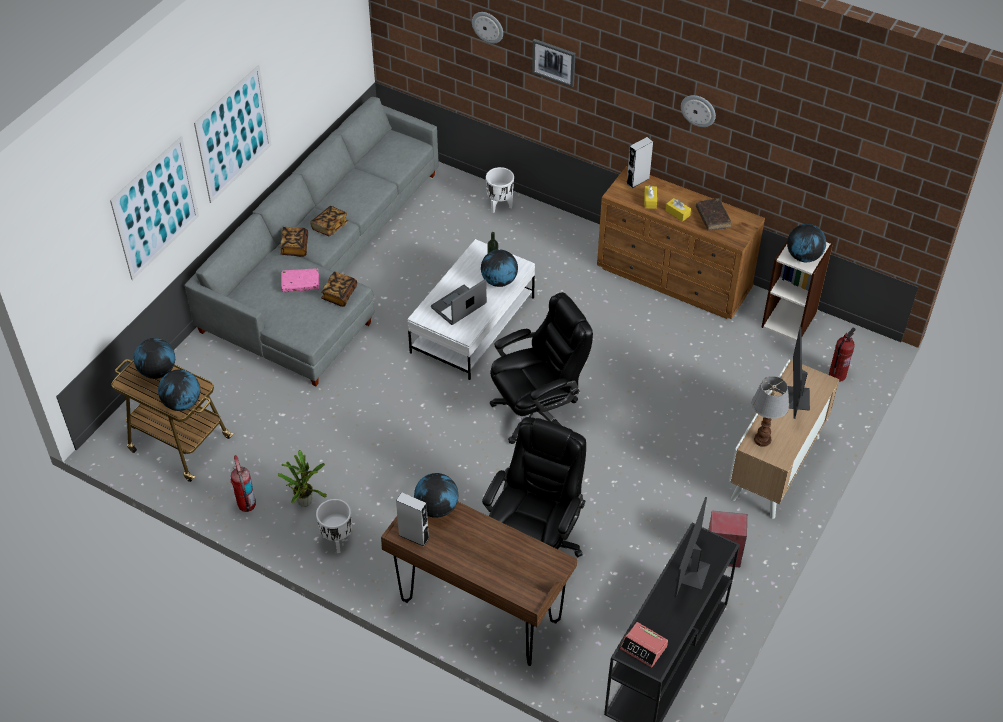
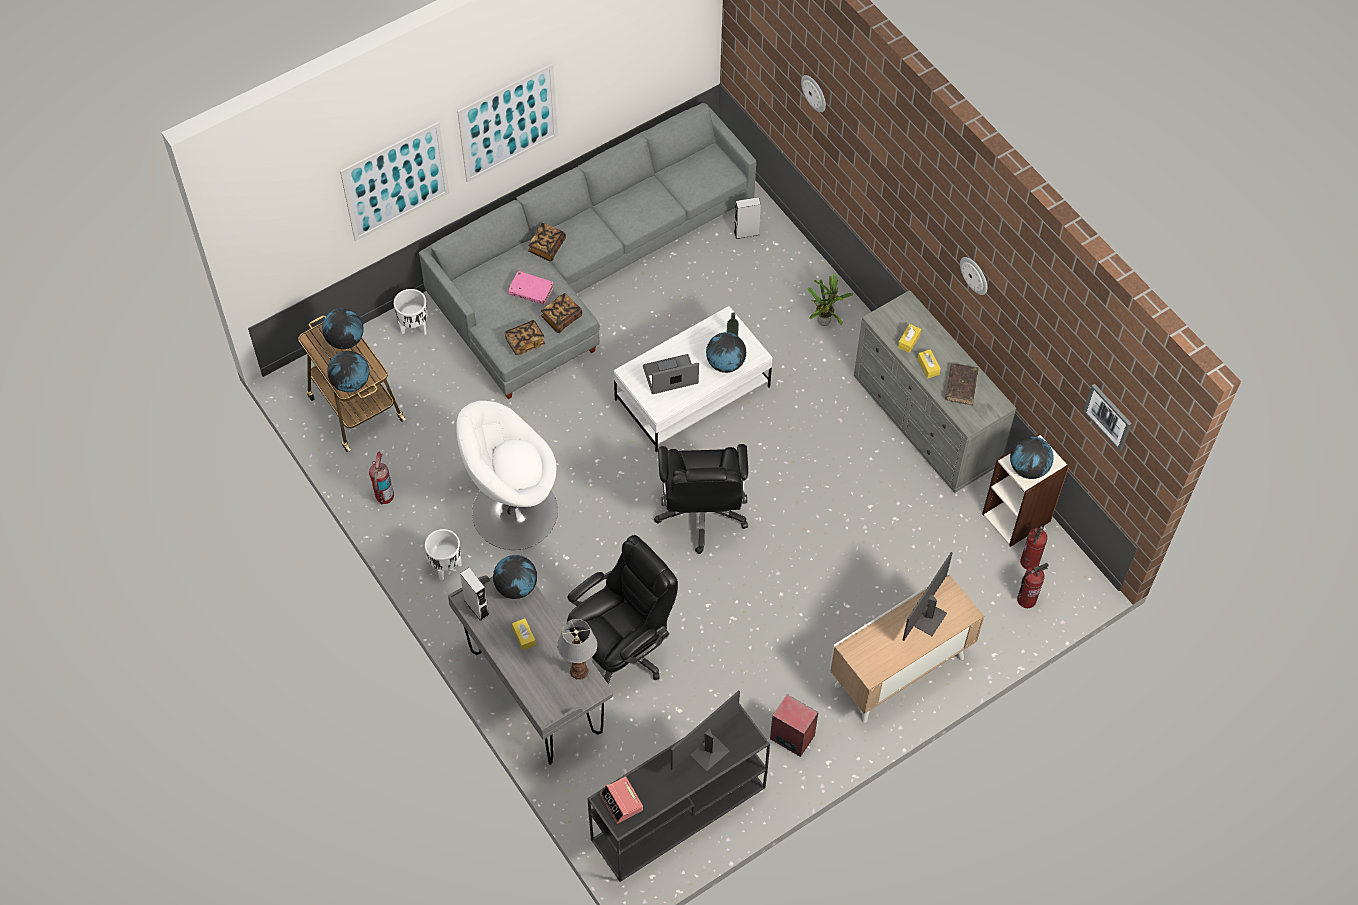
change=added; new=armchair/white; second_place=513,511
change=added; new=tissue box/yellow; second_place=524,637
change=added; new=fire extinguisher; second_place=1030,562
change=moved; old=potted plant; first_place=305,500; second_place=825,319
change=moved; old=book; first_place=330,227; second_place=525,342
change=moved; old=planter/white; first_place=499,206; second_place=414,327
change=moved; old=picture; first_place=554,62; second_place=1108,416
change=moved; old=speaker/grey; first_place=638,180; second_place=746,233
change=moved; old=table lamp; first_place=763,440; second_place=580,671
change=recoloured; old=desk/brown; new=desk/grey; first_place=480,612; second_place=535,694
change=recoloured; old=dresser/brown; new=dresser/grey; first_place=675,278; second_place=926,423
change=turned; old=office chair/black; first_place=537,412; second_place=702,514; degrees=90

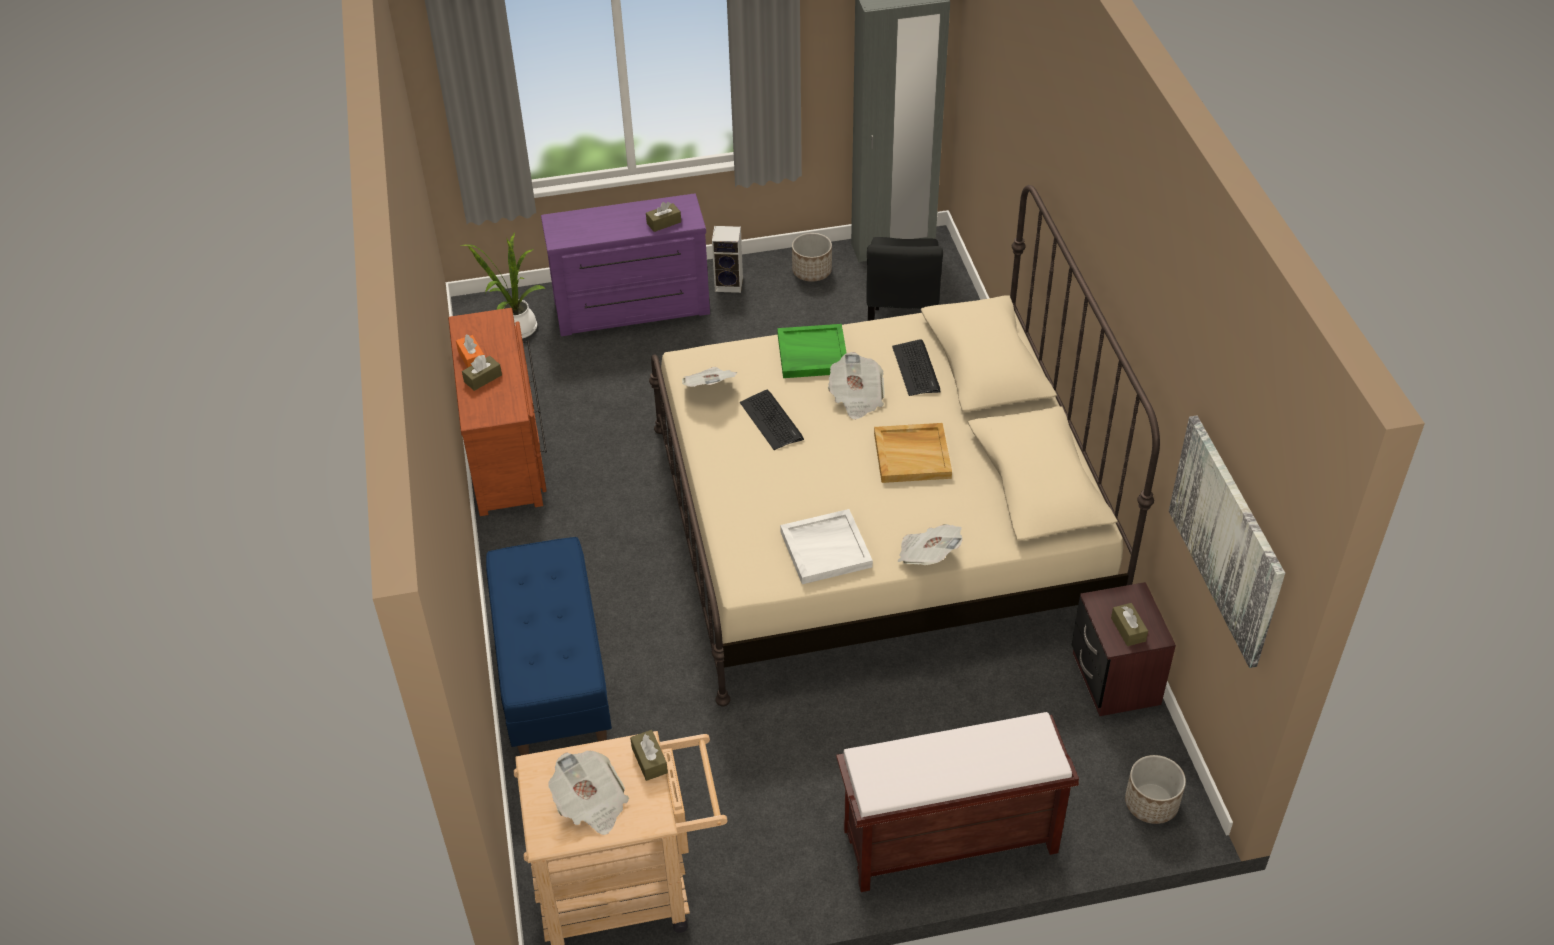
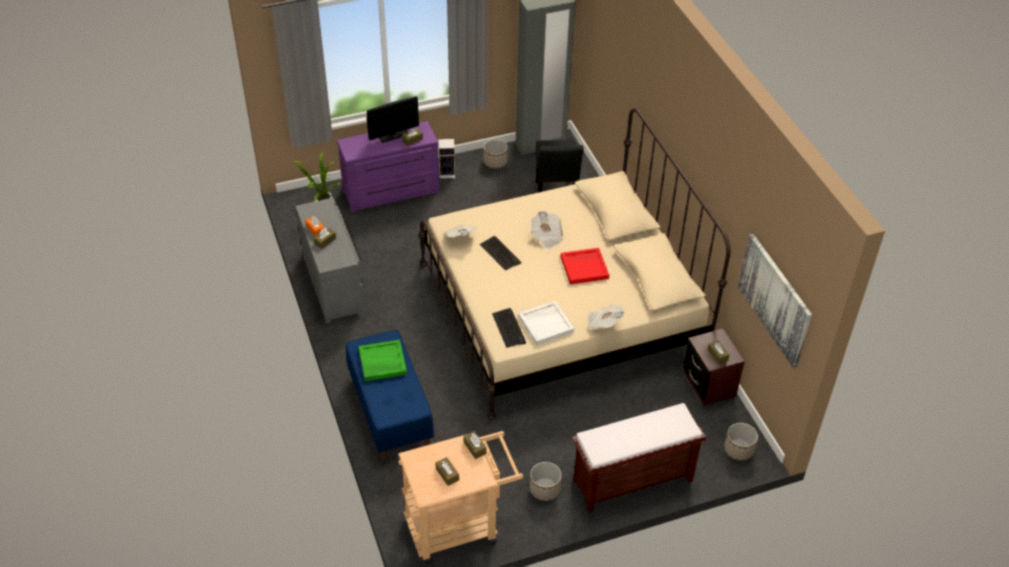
change=added; new=monitor; second_place=393,135
change=added; new=planter; second_place=545,489
change=moved; old=tray/green; first_place=812,354; second_place=382,362
change=moved; old=keyboard; first_place=916,369; second_place=509,328
change=replaced; old=newspaper; new=tissue box/brown; first_place=591,804; second_place=447,474
change=recoloured; old=dresser/brown; new=dresser/grey; first_place=508,452; second_place=334,284
change=recoloured; old=tray/beige; new=tray/red; first_place=912,455; second_place=584,267

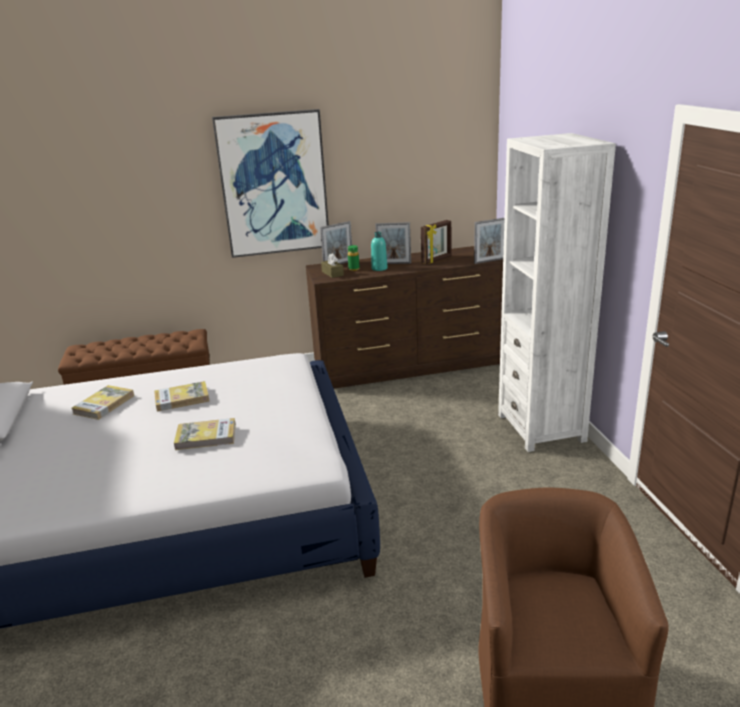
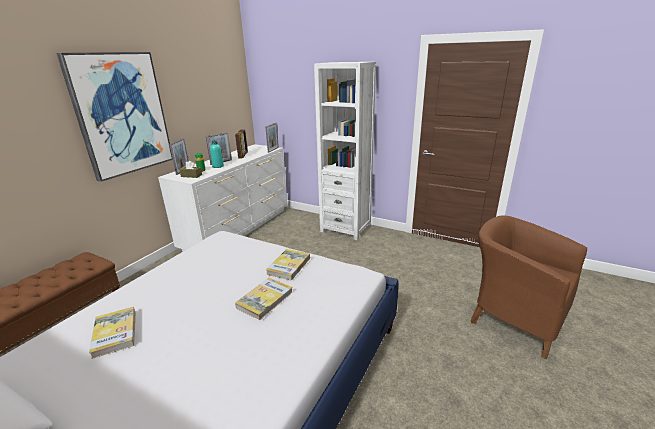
change=moved; old=book; first_place=182,399; second_place=289,266
change=recoloured; old=dresser/brown; new=dresser/white; first_place=411,366; second_place=239,228

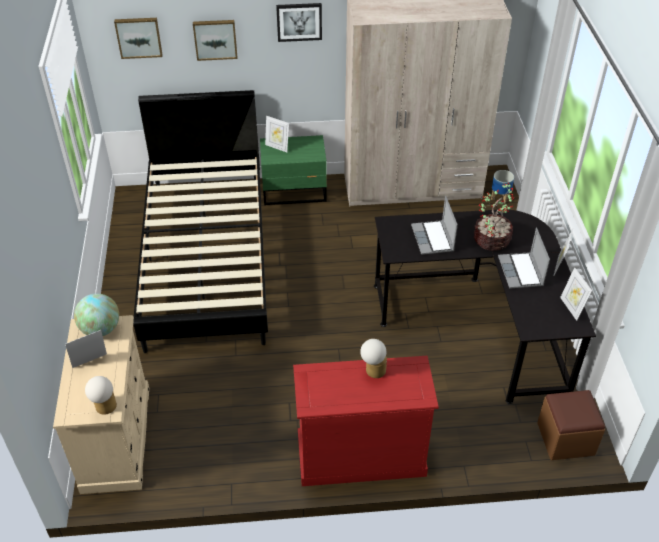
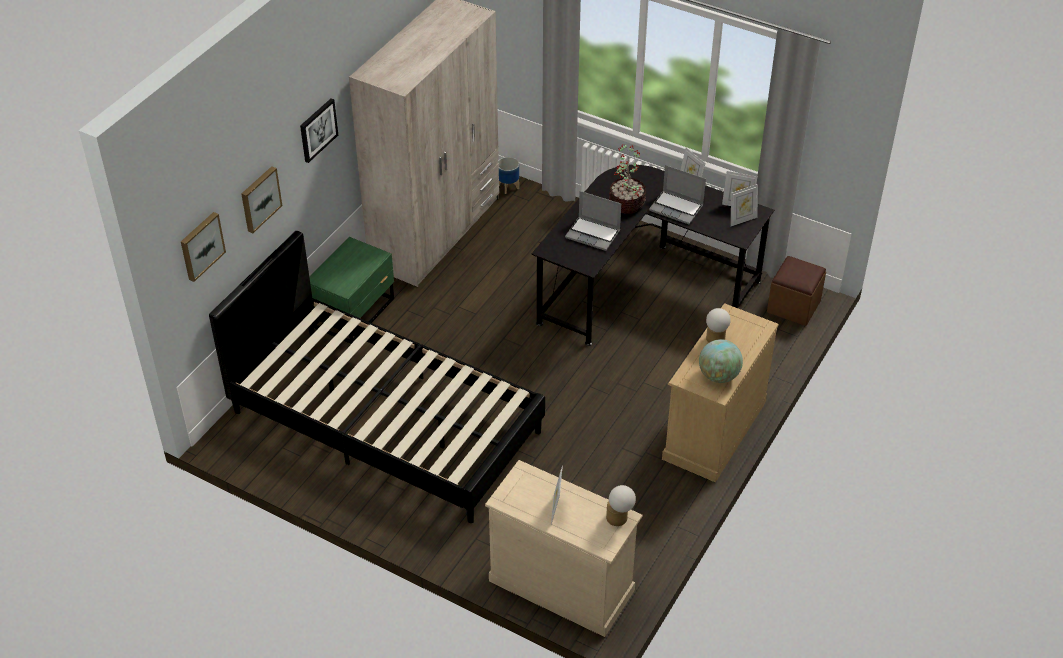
change=moved; old=globe; first_place=100,329; second_place=718,376
change=moved; old=picture frame; first_place=277,147; second_place=742,220
change=recoloured; old=dresser/red; new=dresser/beige; first_place=360,455; second_place=714,430

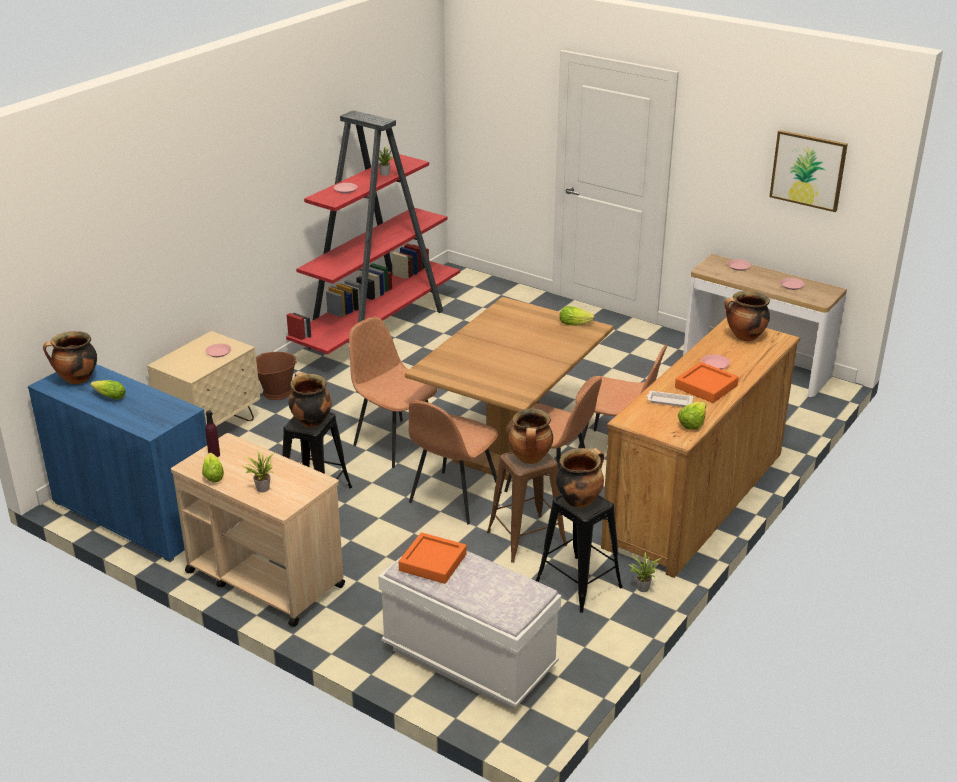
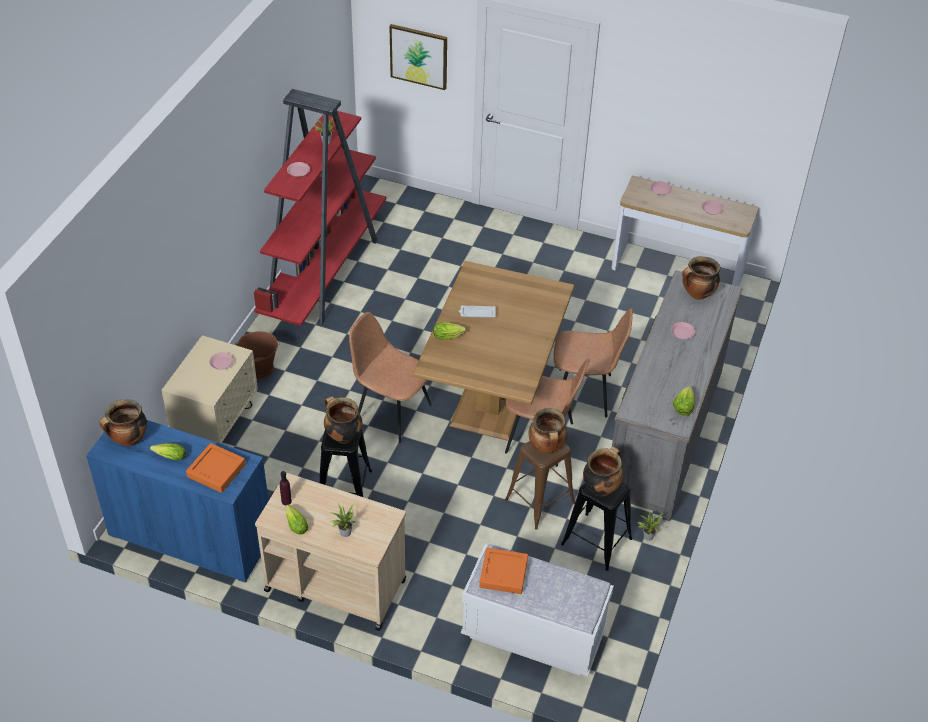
change=removed; old=chair/brown; first_place=453,499
change=moved; old=lettuce; first_place=576,323; second_place=449,336
change=moved; old=tray/white; first_place=669,401; second_place=477,313
change=moved; old=tray/orange; first_place=706,386; second_place=216,471
change=moved; old=picture; first_place=808,170; second_place=419,56
change=recoloured; old=dresser/brown; new=dresser/grey; first_place=695,499; second_place=665,433

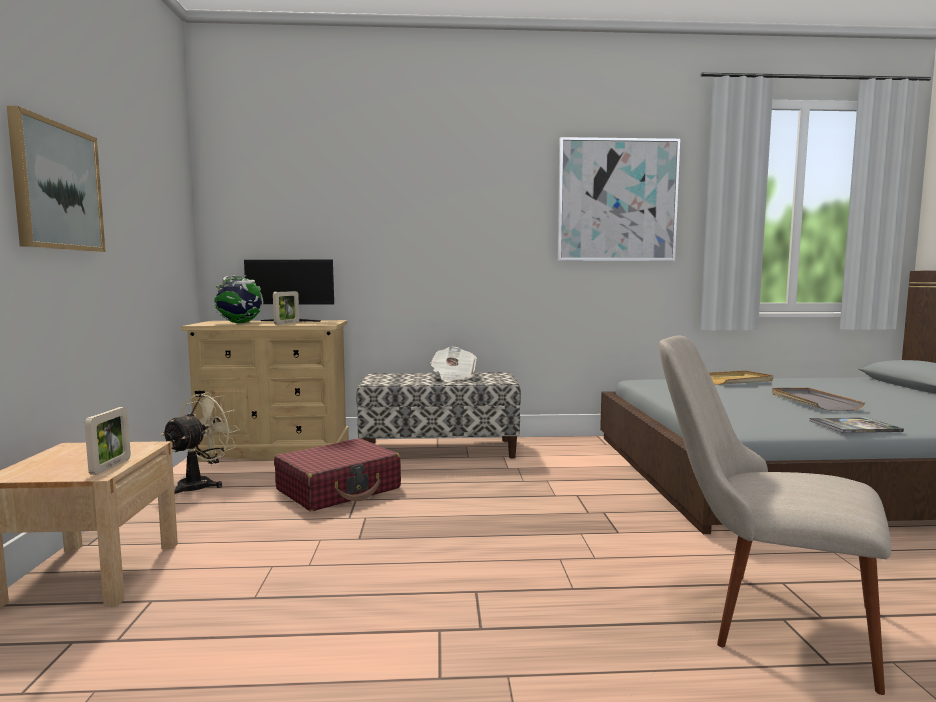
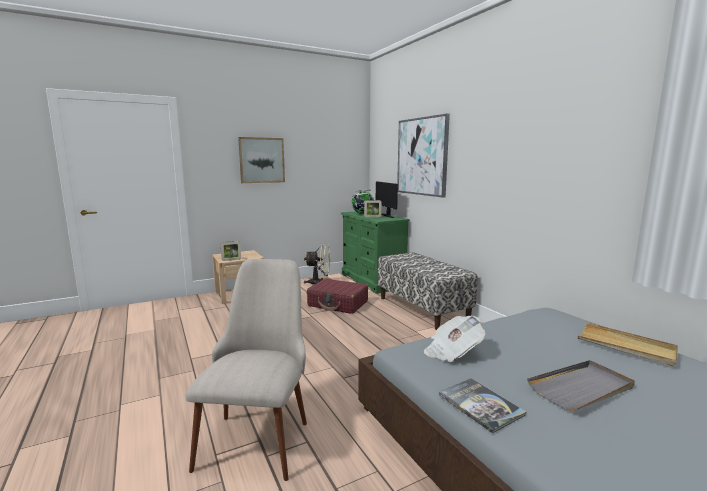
change=moved; old=newspaper; first_place=453,377; second_place=452,352
change=moved; old=picture; first_place=617,200; second_place=422,156
change=recoloured; old=dresser/beige; new=dresser/green; first_place=275,450; second_place=372,280

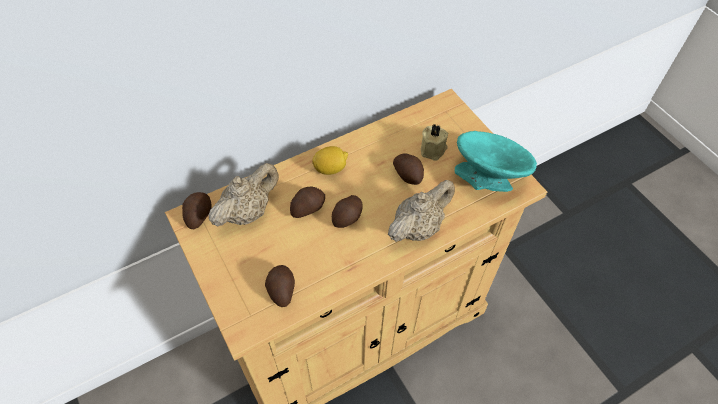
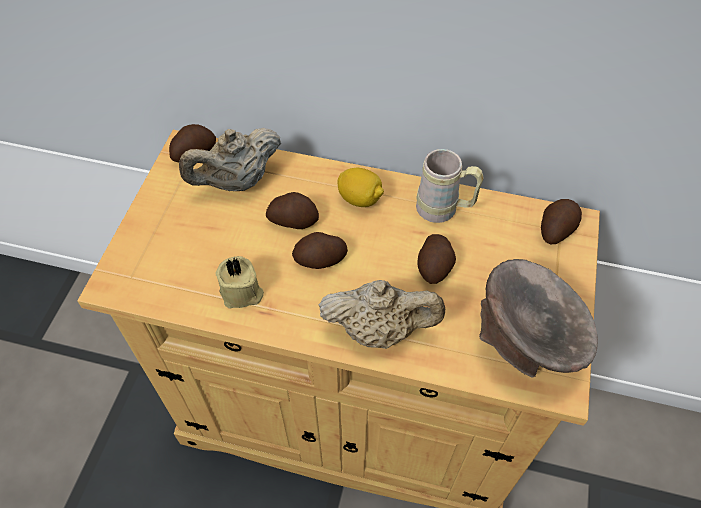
change=added; new=mug/beige; second_place=444,210
change=moved; old=potato; first_place=281,290; second_place=556,229
change=moved; old=candle/beige; first_place=433,150; second_place=242,293
change=recoloured; old=bowl/turquoise; new=bowl/grey; first_place=487,177; second_place=526,341
change=turned; old=teapot/beige; first_place=248,212; second_place=237,182; degrees=150

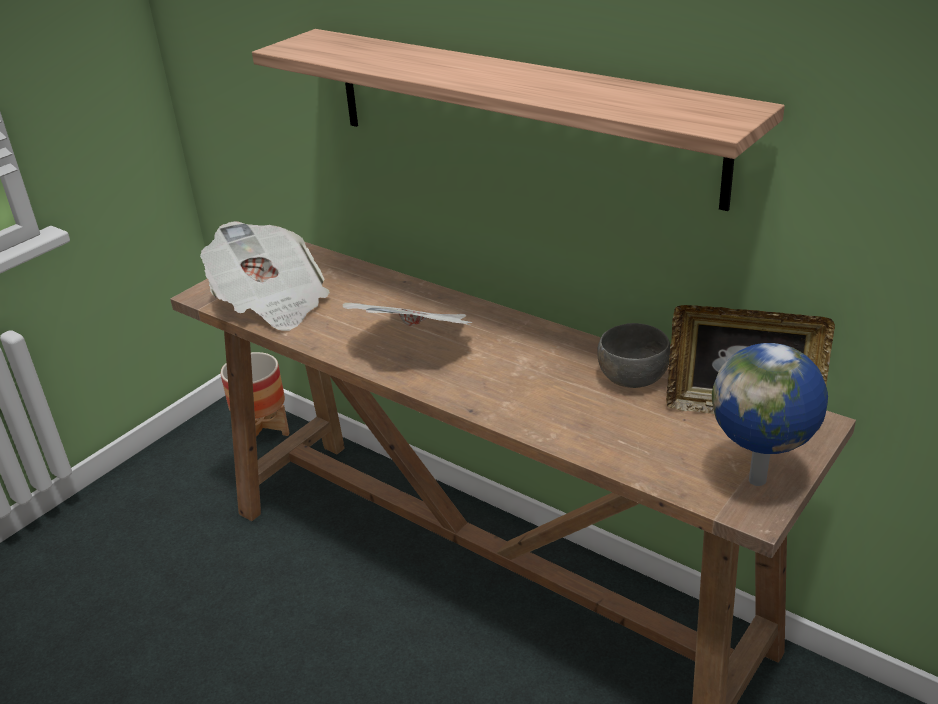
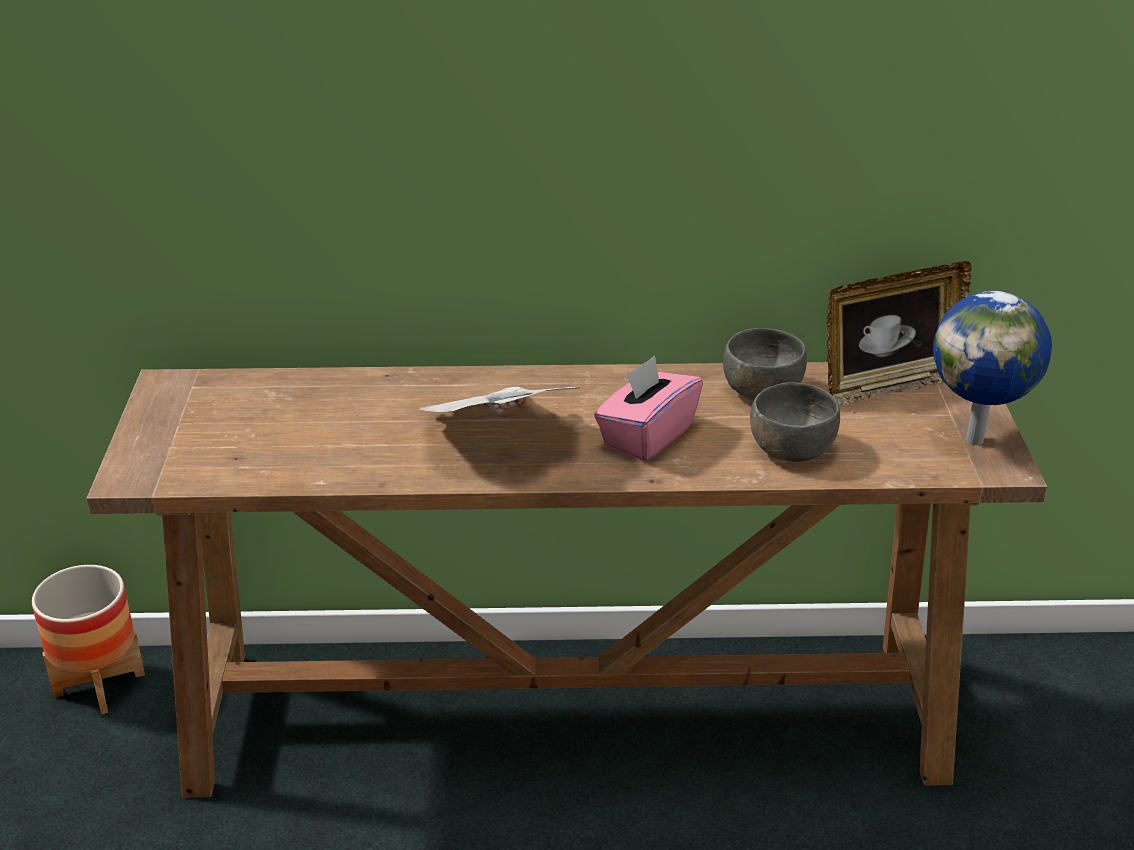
change=removed; old=newspaper; first_place=271,303
change=removed; old=shelf; first_place=516,112
change=added; new=tissue box/pink; second_place=646,436
change=added; new=bowl/grey; second_place=790,449

